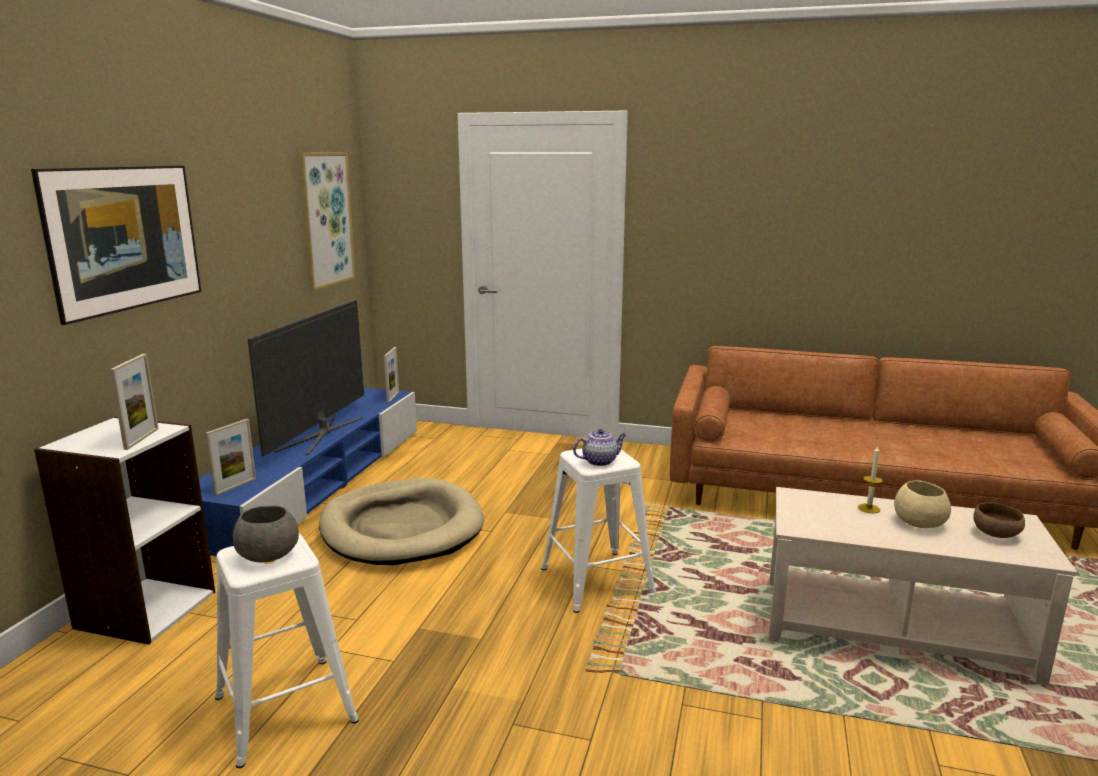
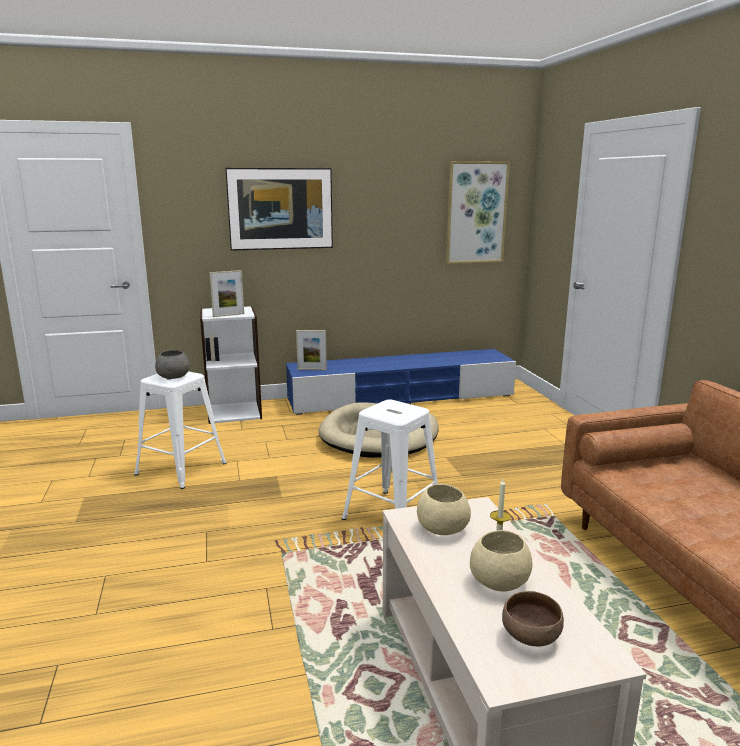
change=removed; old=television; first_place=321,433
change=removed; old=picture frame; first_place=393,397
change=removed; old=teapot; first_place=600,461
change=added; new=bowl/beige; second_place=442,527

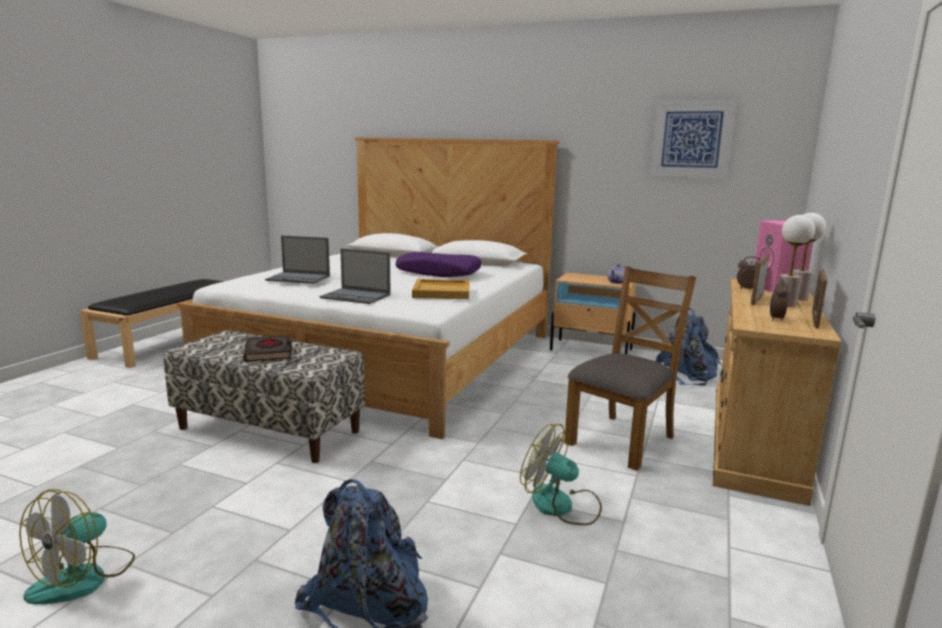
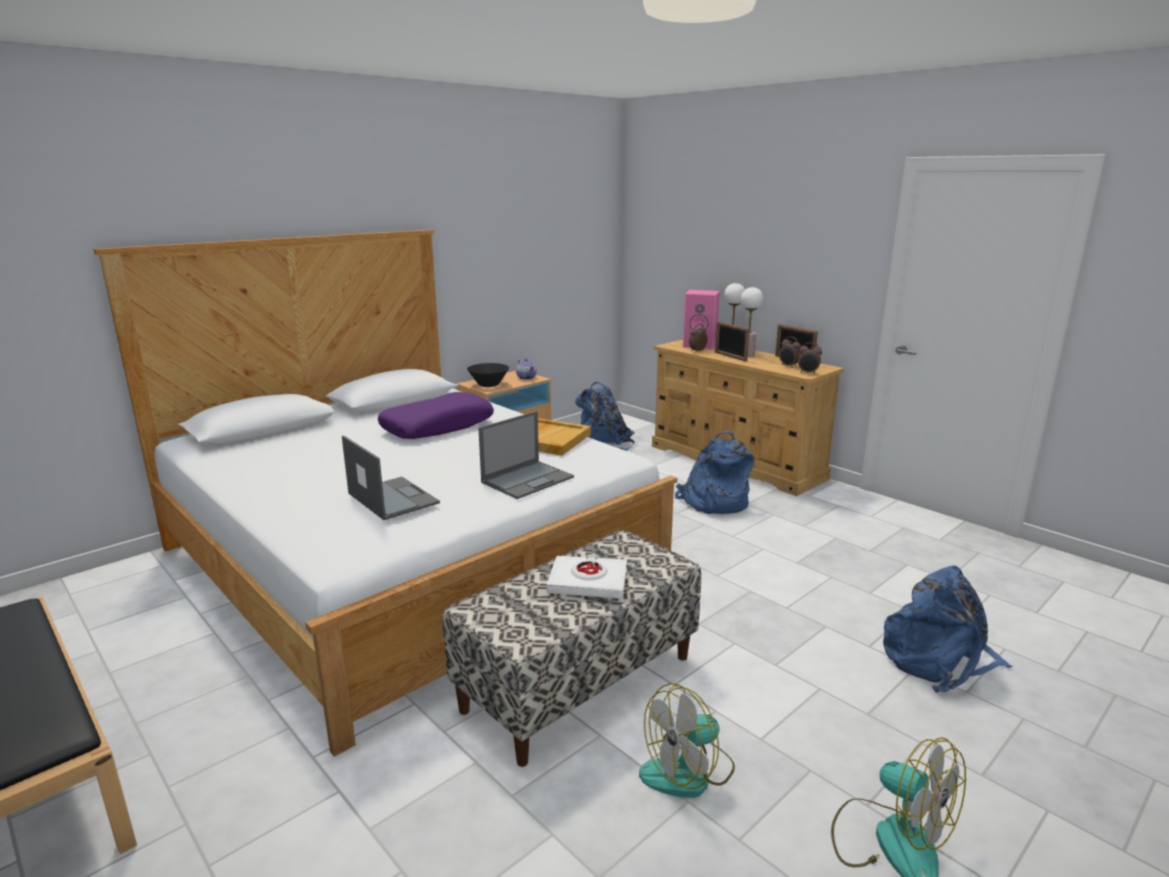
change=removed; old=picture; first_place=691,139
change=added; new=bowl/black; second_place=489,385
change=added; new=alarm clock; second_place=808,373
change=moved; old=fan; first_place=561,506; second_place=688,772
change=replaced; old=chair/brown; new=backpack/blue; first_place=622,440; second_place=713,502
change=recoloured; old=book/black; new=book/white; first_place=268,352; second_place=588,582
change=turned; old=laptop; first_place=299,278; second_place=392,498; degrees=-75

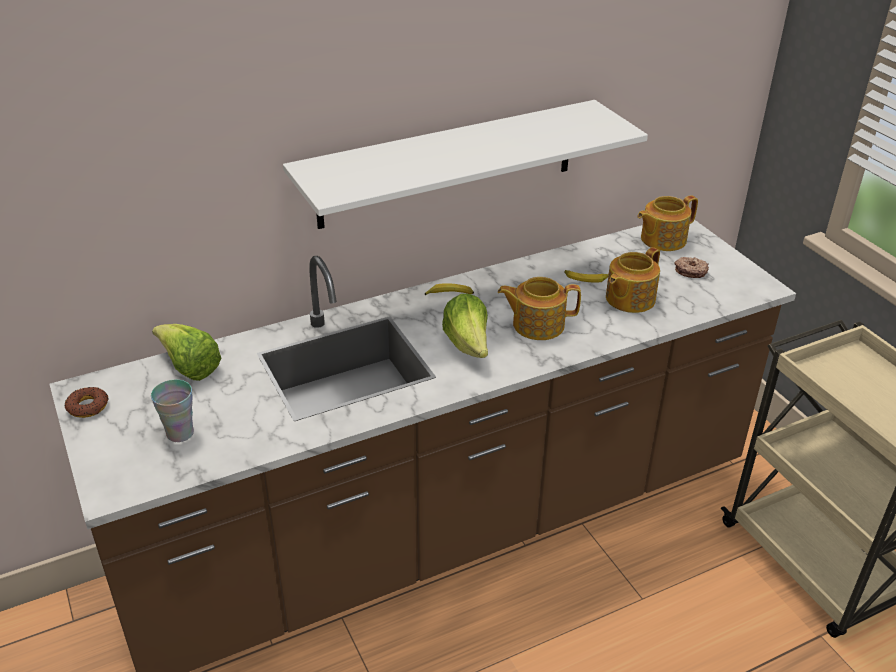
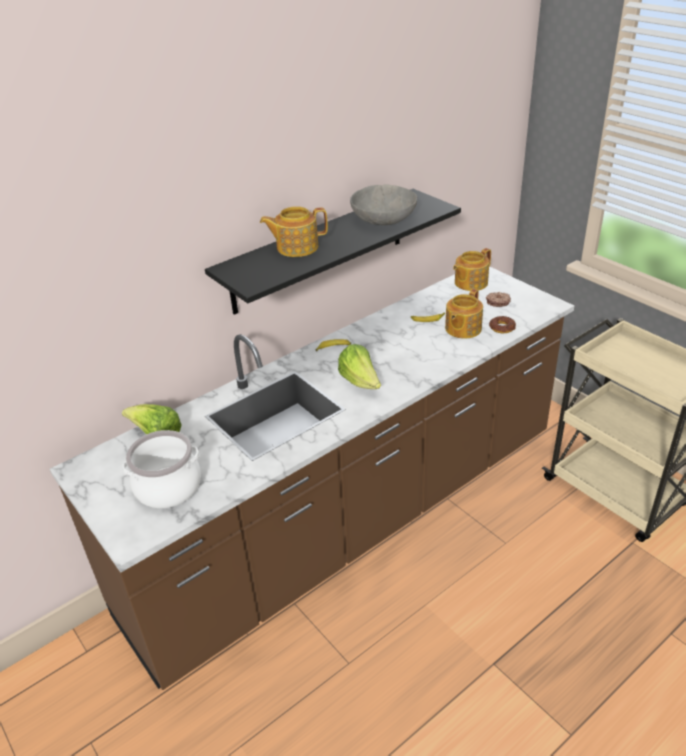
change=added; new=bowl/grey; second_place=383,220
change=moved; old=donut; first_place=88,406; second_place=502,327
change=moved; old=teapot; first_place=537,324; second_place=296,247
change=replaced; old=cup; new=cooking pot; first_place=180,433; second_place=168,486
change=recoloured; old=shelf/white; new=shelf/black; first_place=448,164; second_place=319,251

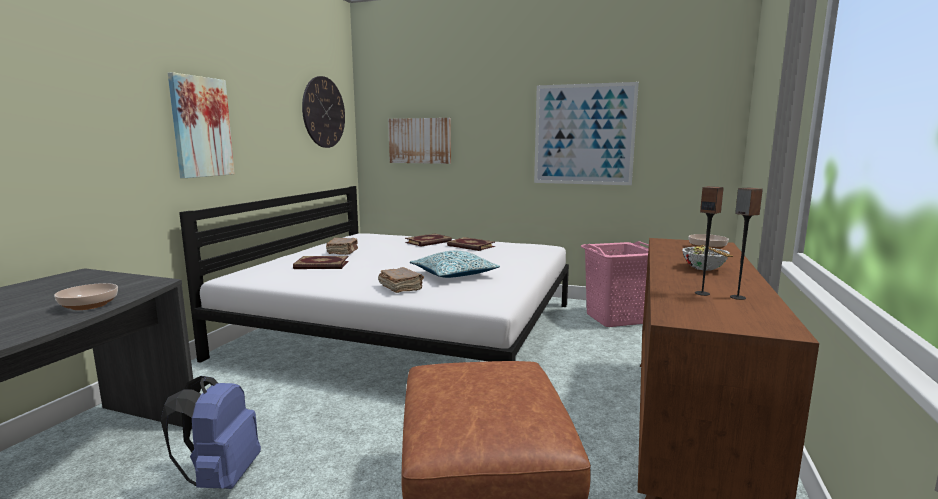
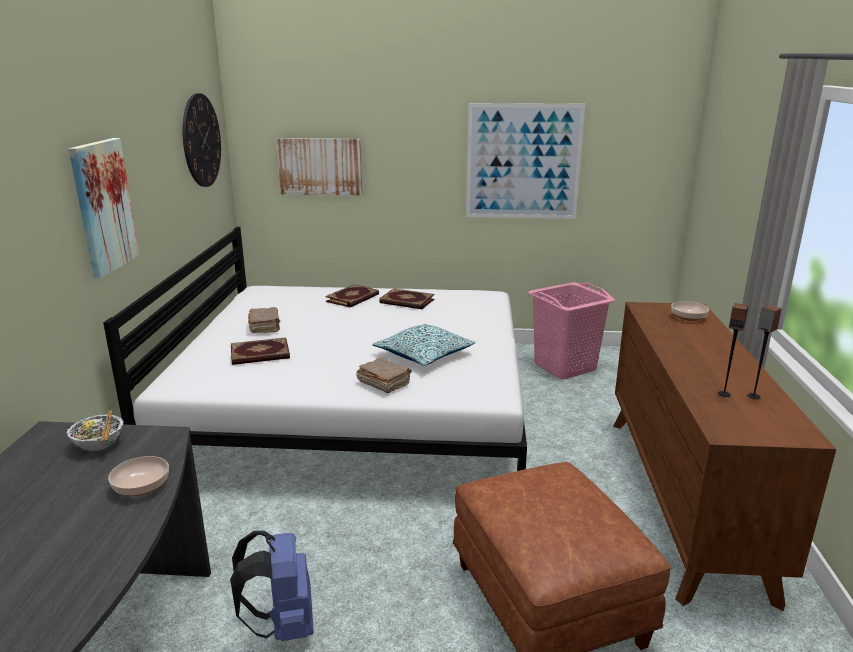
change=moved; old=bowl; first_place=704,268; second_place=100,445

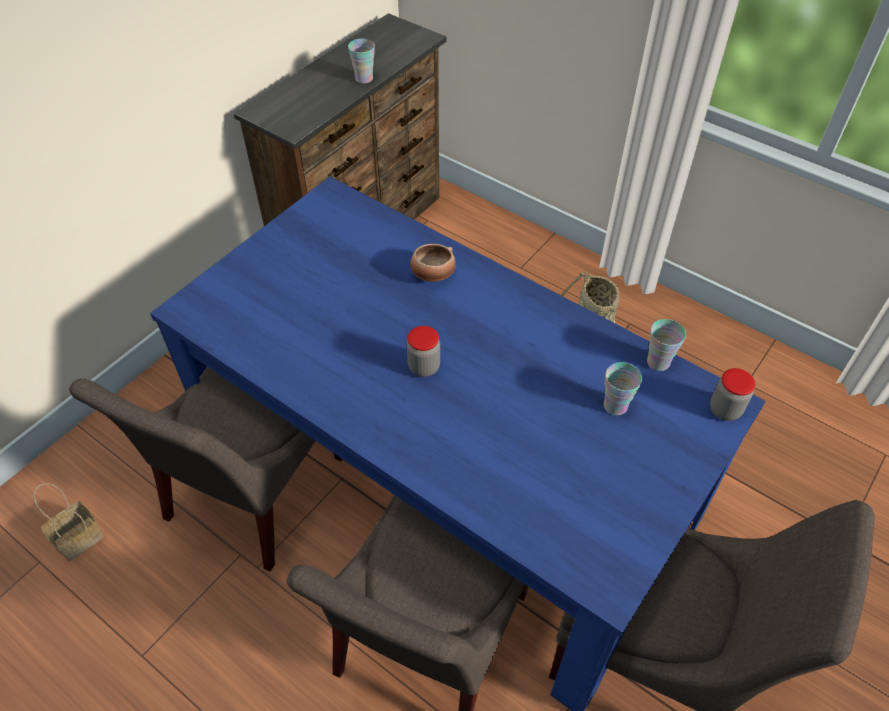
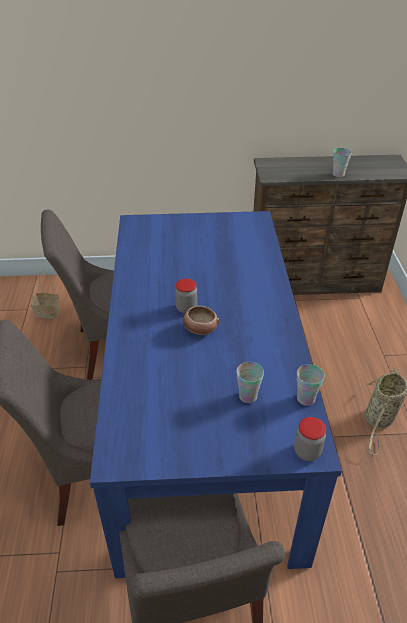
change=moved; old=bowl; first_place=432,274; second_place=200,329

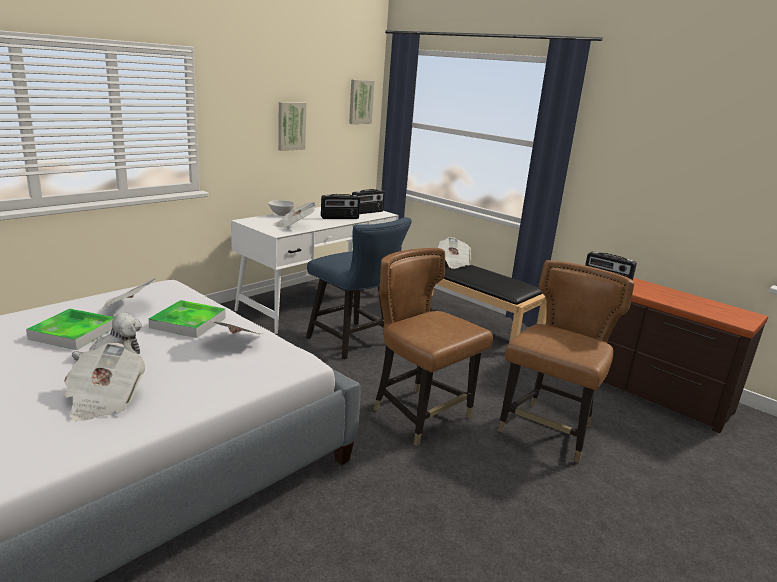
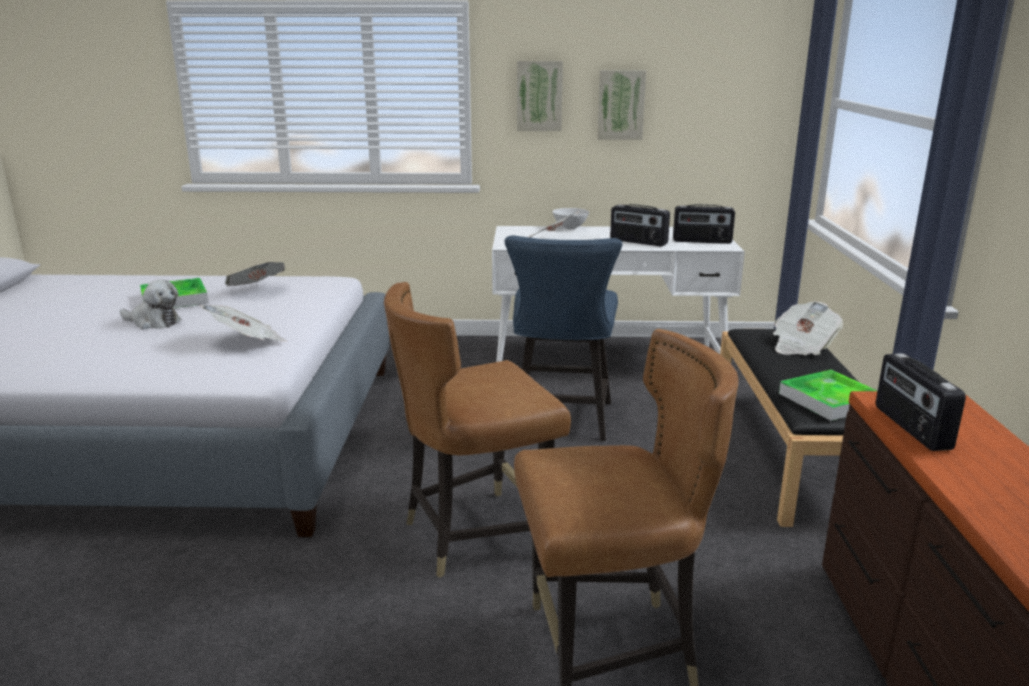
change=removed; old=newspaper; first_place=104,400
change=moved; old=tray; first_place=188,322; second_place=830,400
change=moved; old=picture; first_place=360,102; second_place=539,96
change=turned; old=chair/brown; first_place=420,415; second_place=475,534; degrees=-120

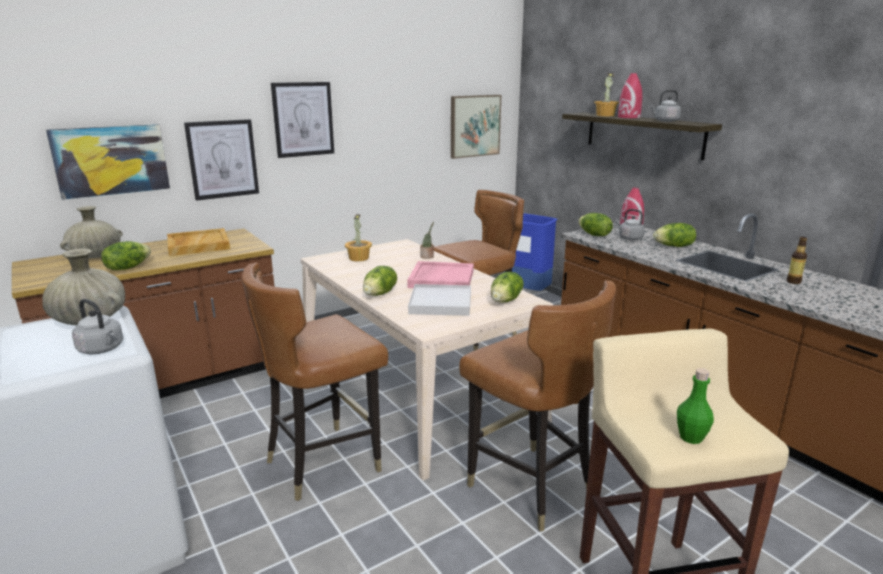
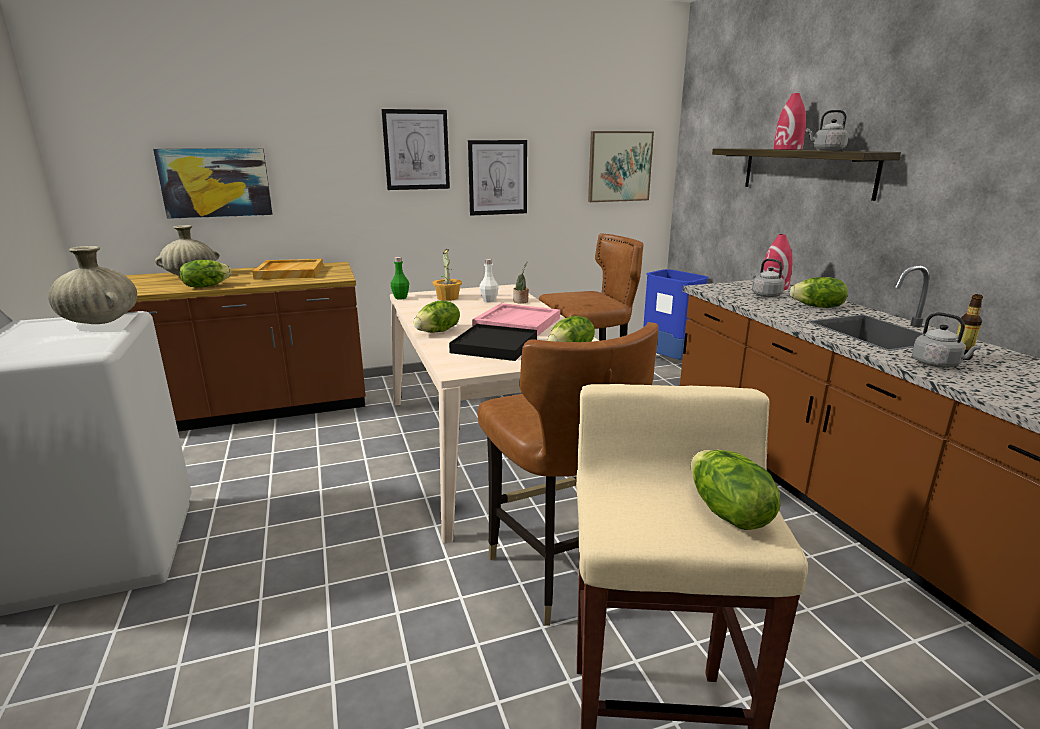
change=removed; old=chair/brown; first_place=324,462
change=removed; old=potted plant; first_place=605,115
change=added; new=bottle/white; second_place=489,301
change=moved; old=kettle/grey; first_place=102,349; second_place=938,364
change=moved; old=picture; first_place=222,159; second_place=497,177
change=moved; old=lettuce; first_place=594,235; second_place=727,513
change=moved; old=bottle/green; first_place=691,437; second_place=400,298
change=recoloured; old=tray/white; new=tray/black; first_place=441,303; second_place=494,346

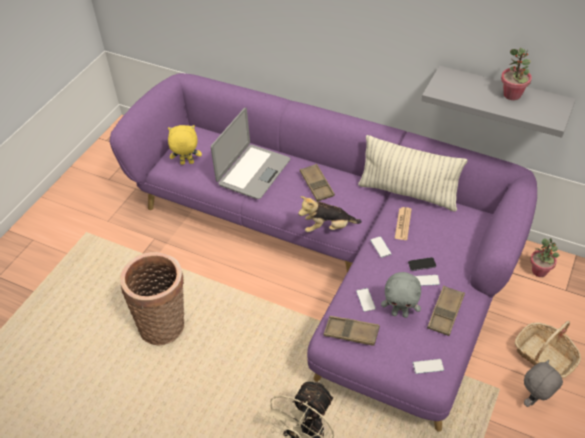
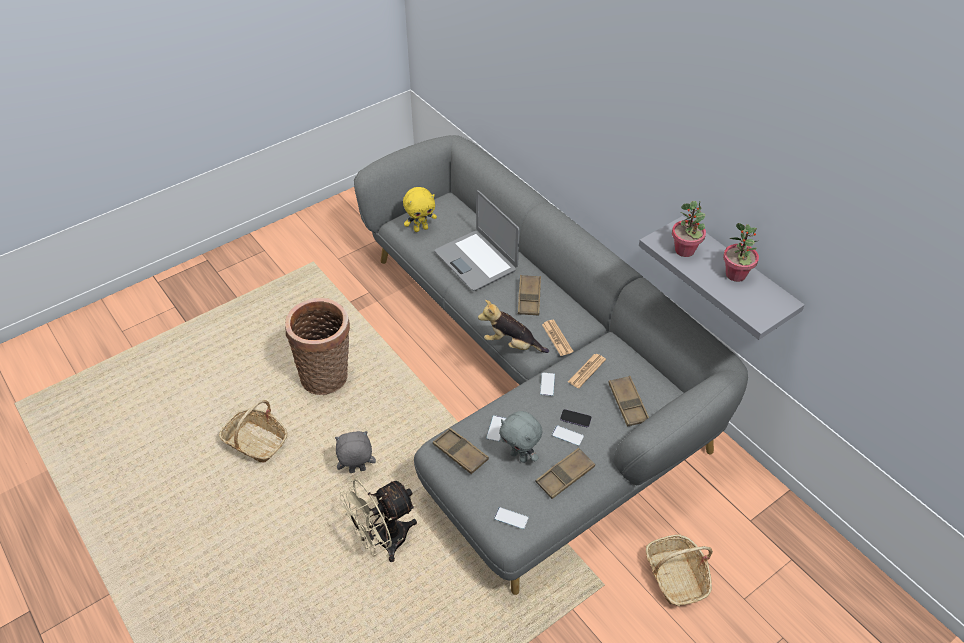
change=removed; old=pillow; first_place=408,193
change=added; new=basket; second_place=256,442
change=added; new=newspaper; second_place=557,338
change=added; new=tray/brown; second_place=628,403
change=moved; old=plush toy/grey; first_place=535,400; second_place=357,471
change=moved; old=potted plant; first_place=539,271; second_place=685,250
change=recoloured; old=sofa/purple; new=sofa/grey; first_place=334,253; second_place=529,377
change=turned; old=plush toy/yellow; first_place=187,163; second_place=421,228; degrees=135
change=turned; old=laptop; first_place=253,172; second_place=476,261; degrees=90

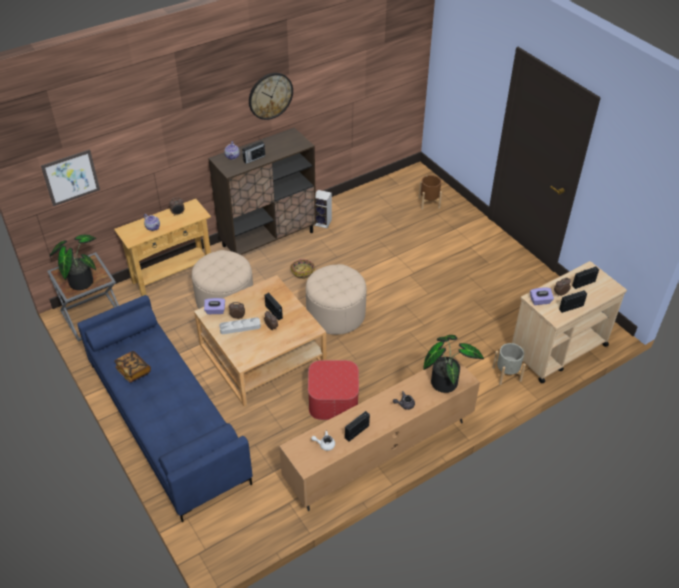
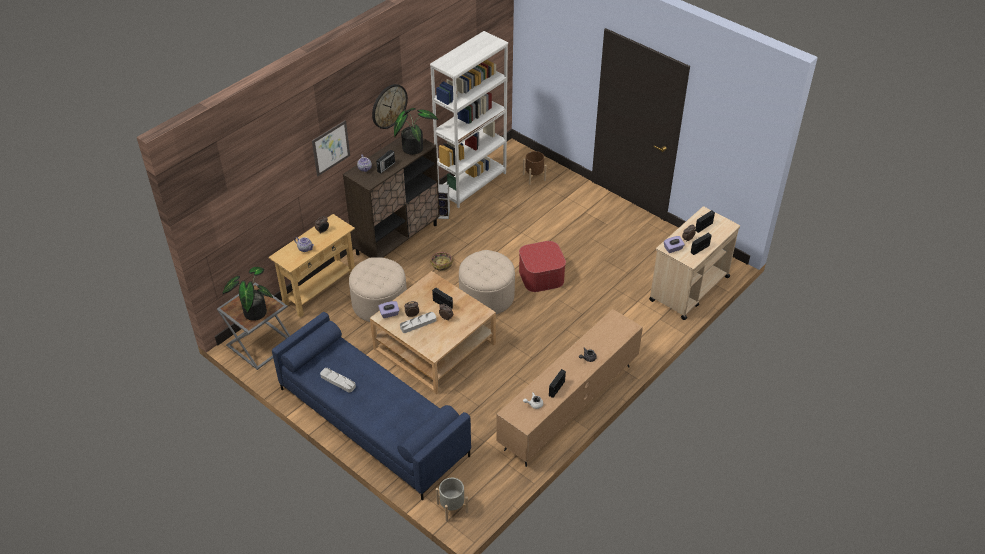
change=added; new=bookcase/white; second_place=472,184
change=moved; old=picture; first_place=71,177; second_place=331,148
change=moved; old=ottoman; first_place=333,400; second_place=541,276
change=moved; old=potted plant; first_place=445,380; second_place=413,147
change=moved; old=planter/grey; first_place=506,374; second_place=452,508
change=replaced; old=book; new=tray/grey; first_place=133,371; second_place=338,381

